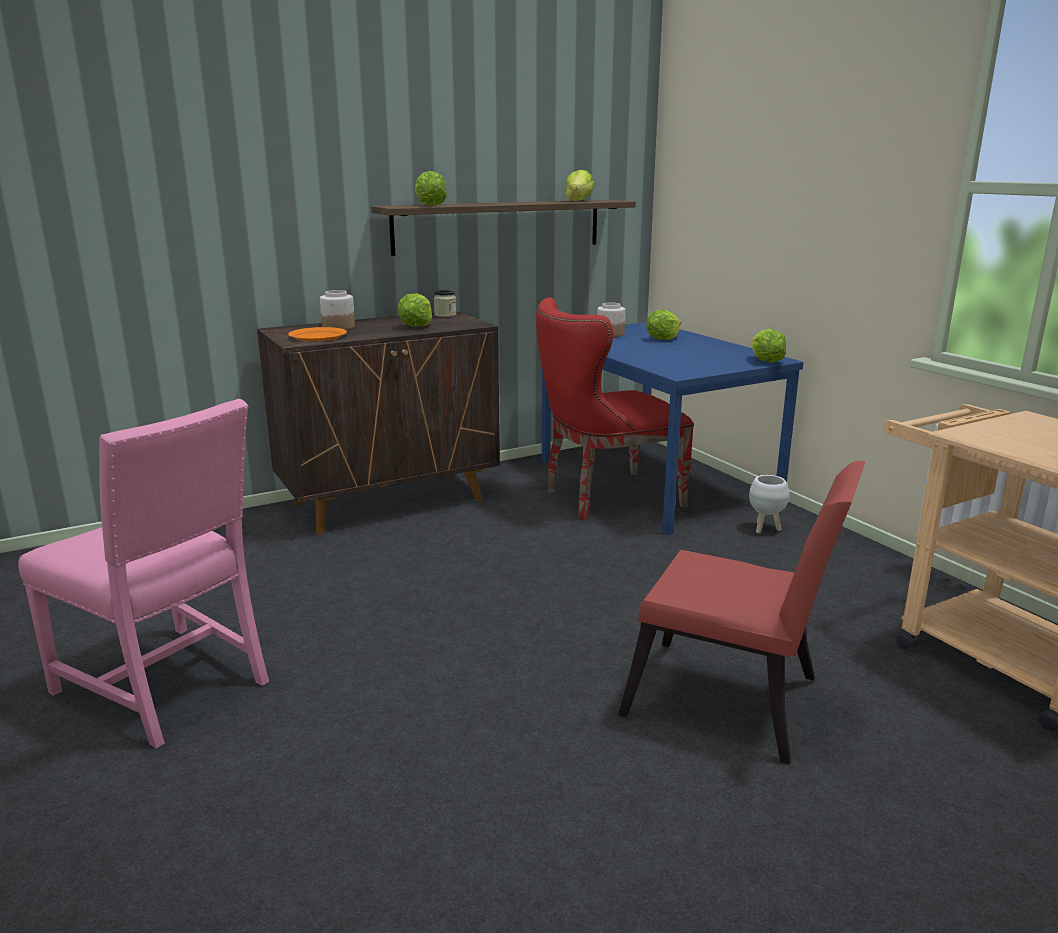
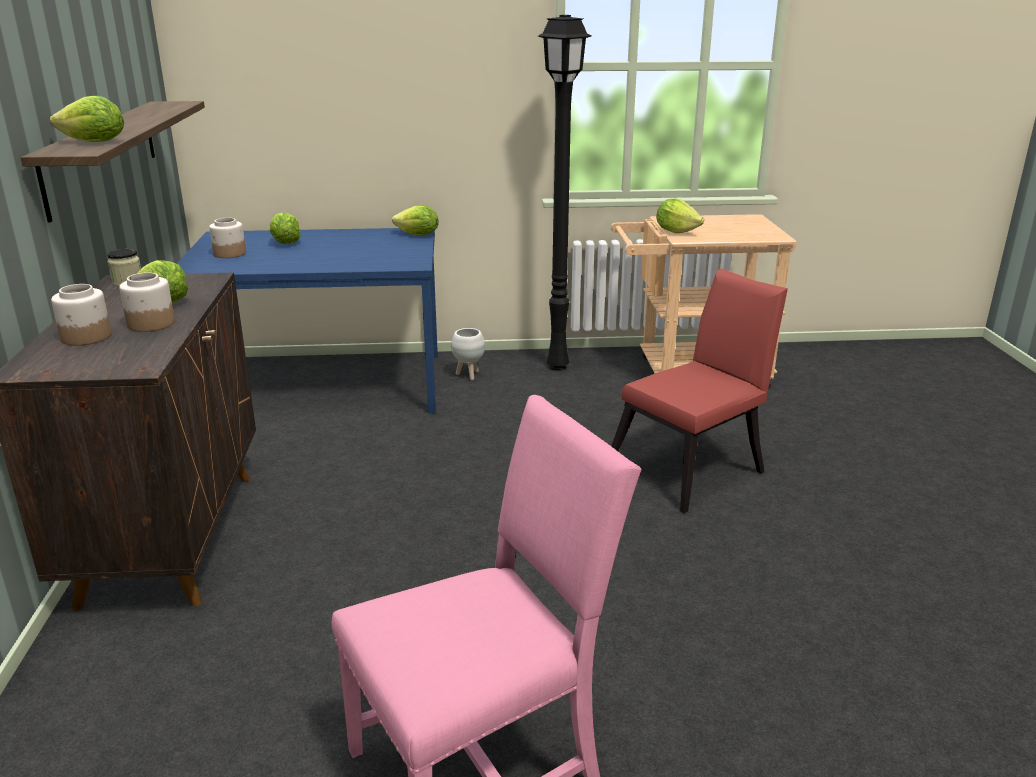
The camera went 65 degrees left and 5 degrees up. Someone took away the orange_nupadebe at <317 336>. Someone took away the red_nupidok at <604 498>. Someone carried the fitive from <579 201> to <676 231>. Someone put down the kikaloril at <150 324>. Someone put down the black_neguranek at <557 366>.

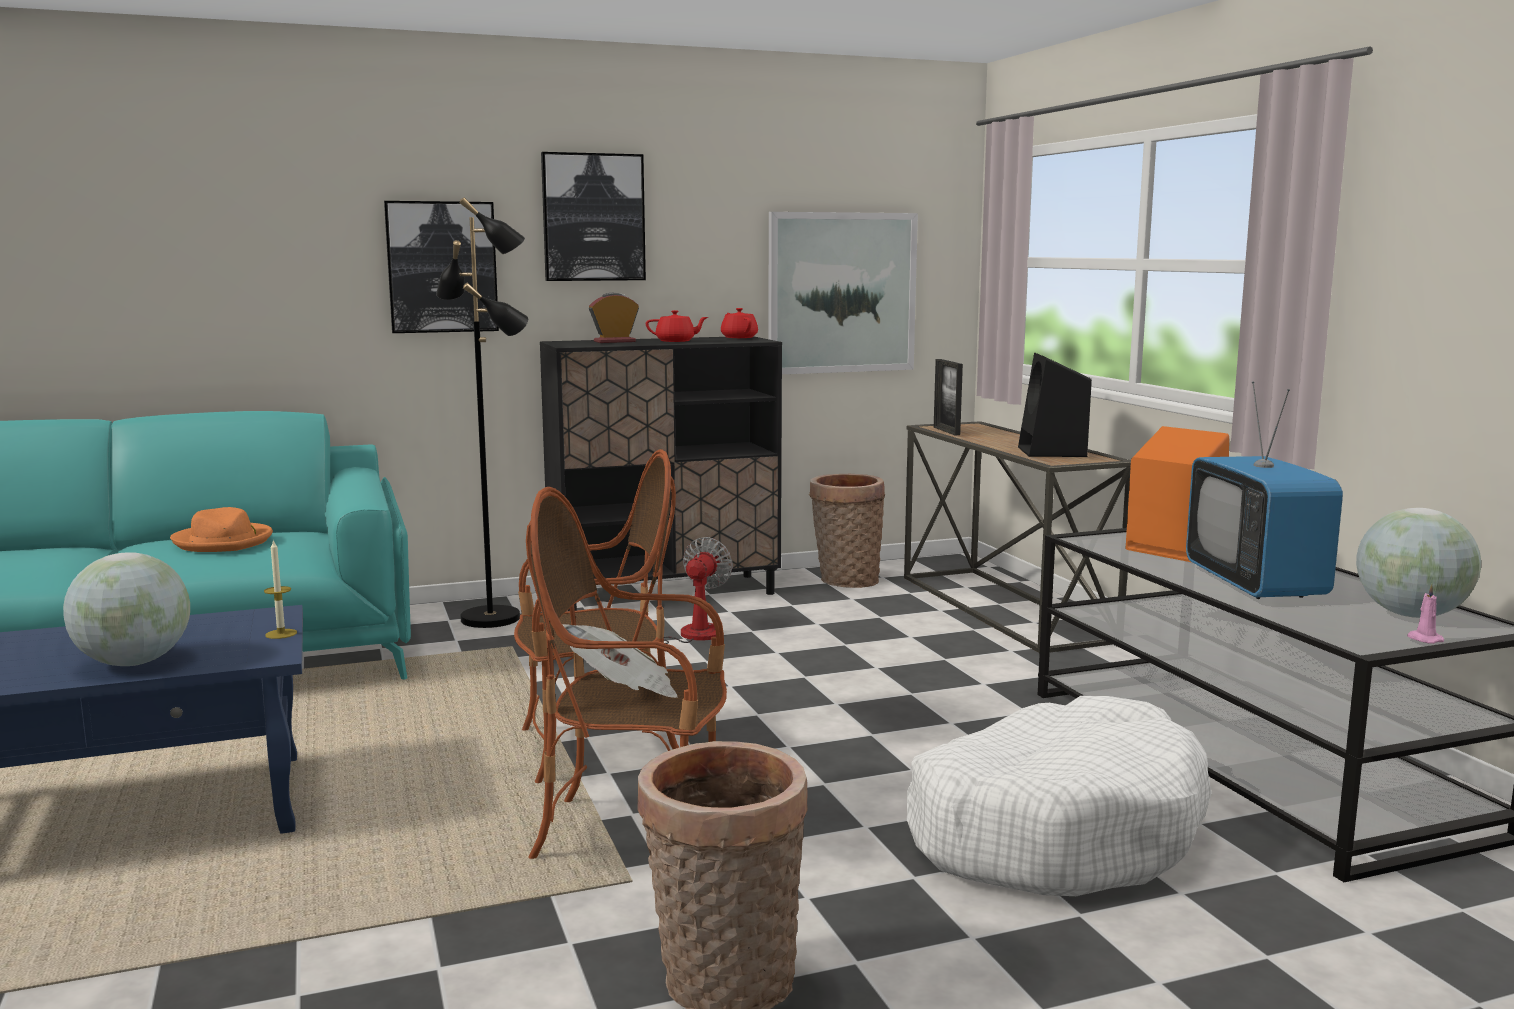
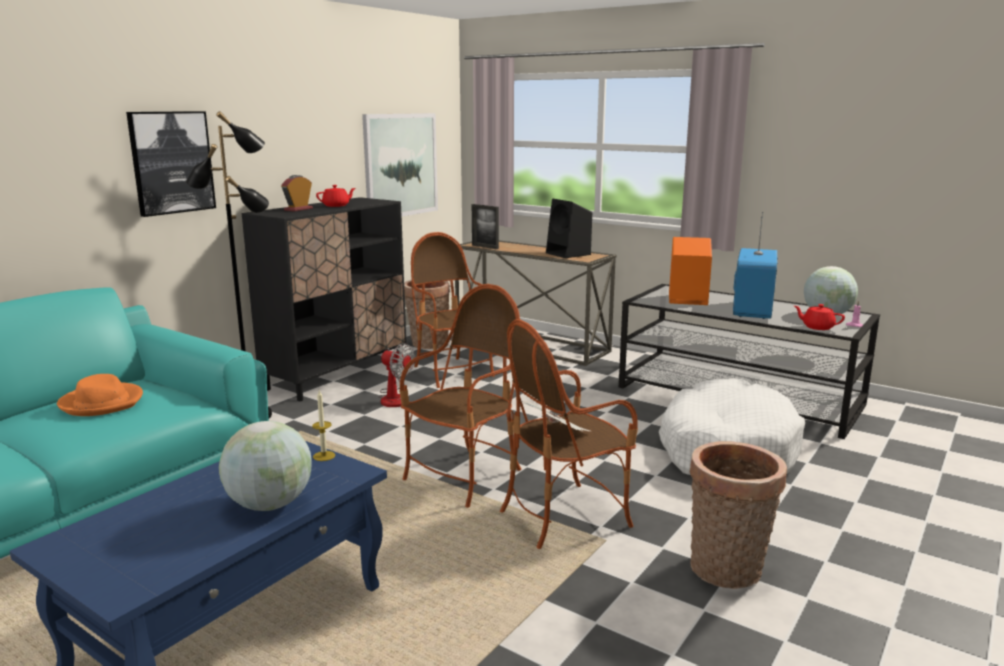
The camera went 35 degrees left and 5 degrees up. Someone took away the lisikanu at <593 217>. Someone rotated the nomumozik at <685 635> by 135 degrees clockwise. Someone carried the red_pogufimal from <739 337> to <817 327>. Someone rotated the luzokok at <1255 584> by 120 degrees counterclockwise. Someone put down the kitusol at <452 372>.

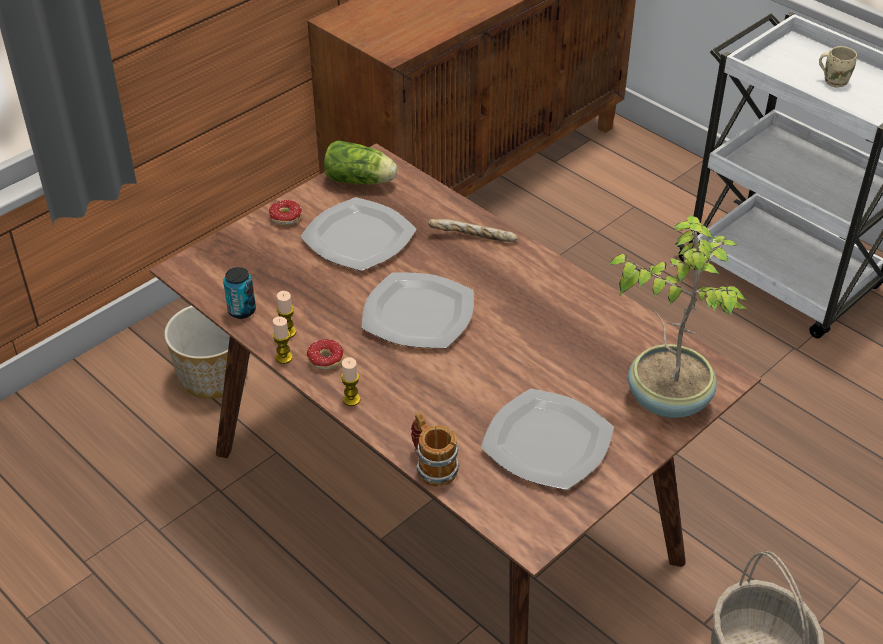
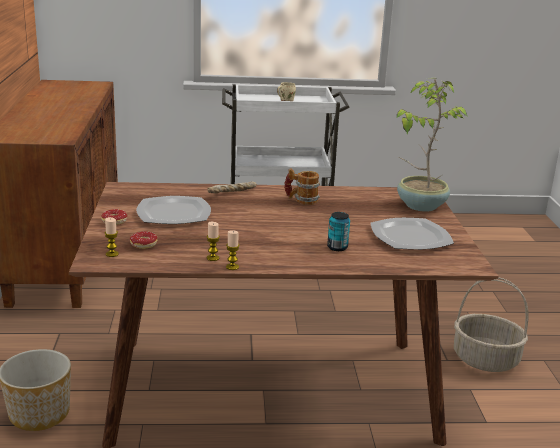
The camera went 50 degrees left and 20 degrees down. Someone carried the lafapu from <242 310> to <337 247>. Someone carried the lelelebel from <320 363> to <143 247>. Someone took away the fitive at <361 181>. Someone carried the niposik from <351 399> to <112 254>. Someone took away the nupadebe at <419 315>. Someone carried the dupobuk from <432 465> to <301 200>.

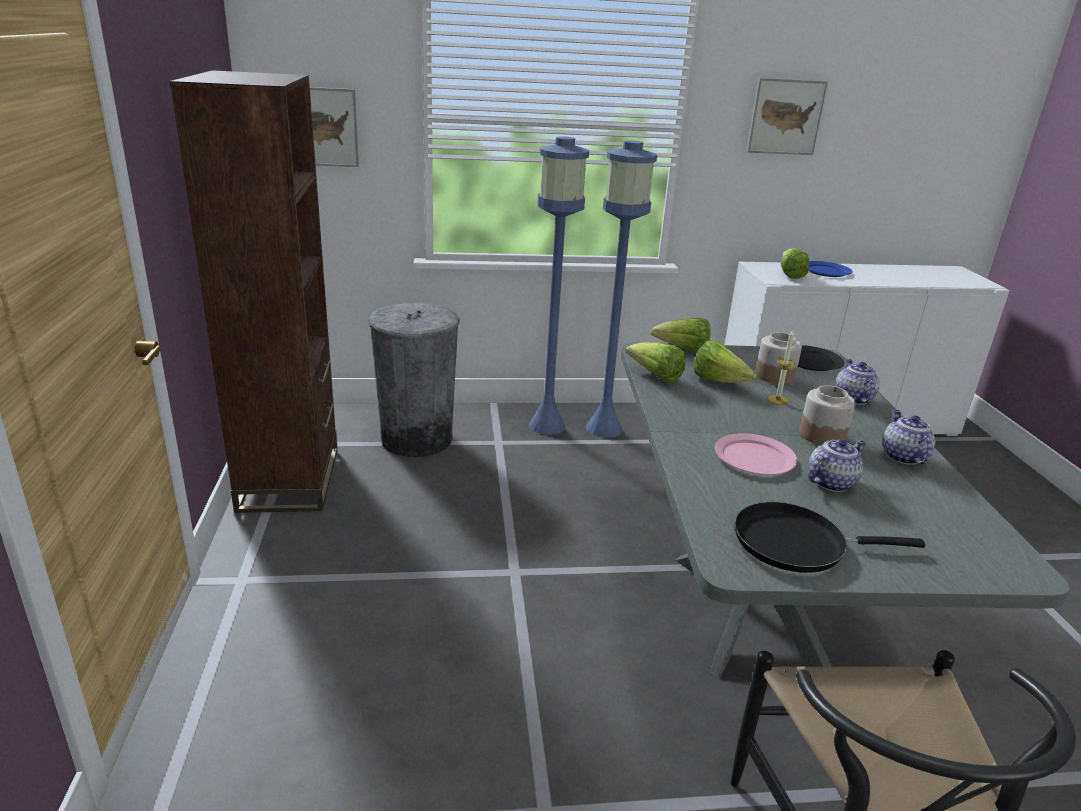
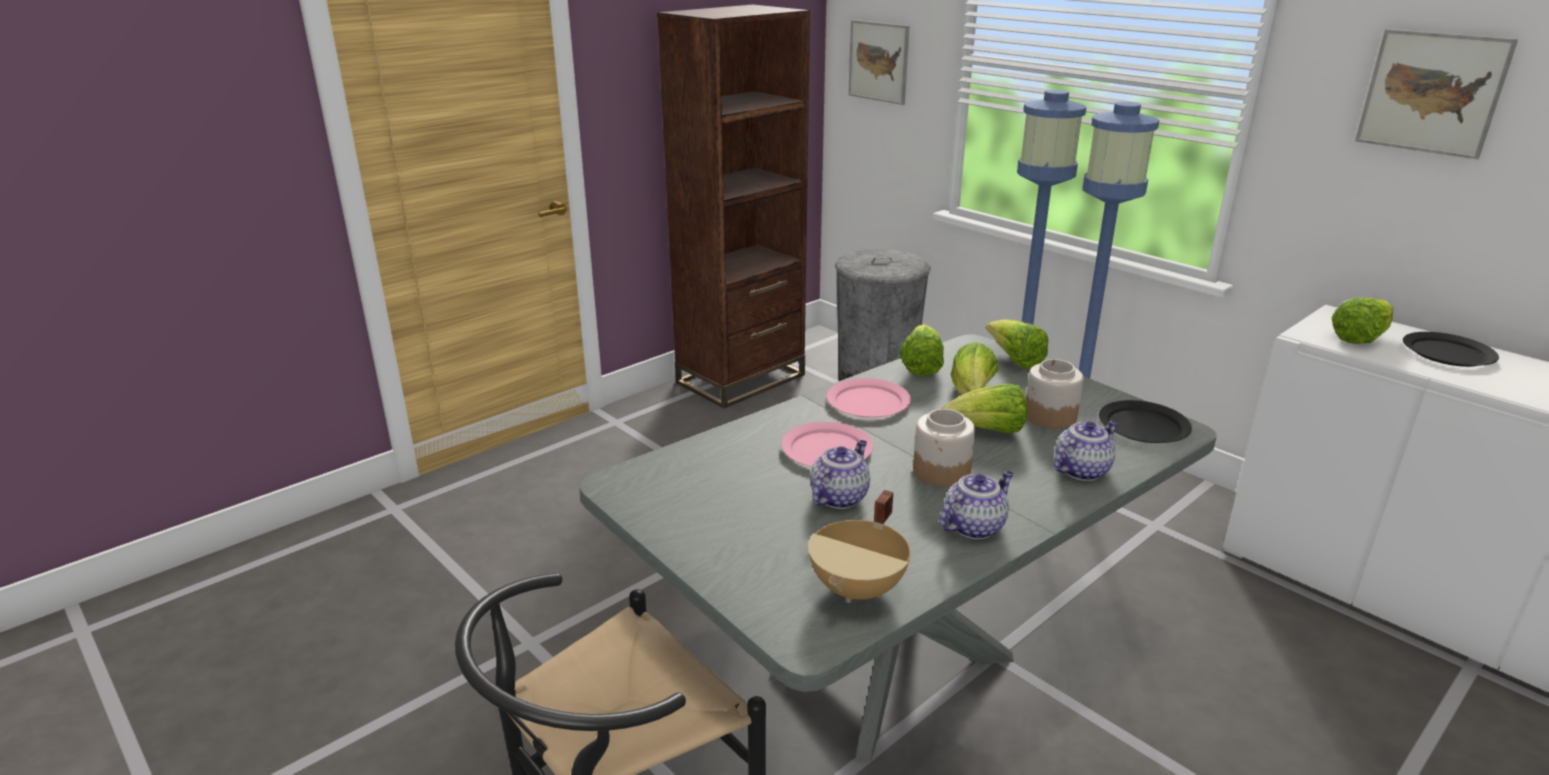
The camera went 55 degrees right and 0 degrees up. Someone took away the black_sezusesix at <797 543>. Someone swapped the niposik at <777 400> for the fitive at <987 431>. Someone repainted the blue_nupadebe at <826 271>, which became the black_nupadebe at <1448 353>. Someone rotated the pogufimal at <831 482> by 75 degrees counterclockwise. Someone put down the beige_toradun at <859 589>. Someone put down the pink_nupadebe at <867 402>.

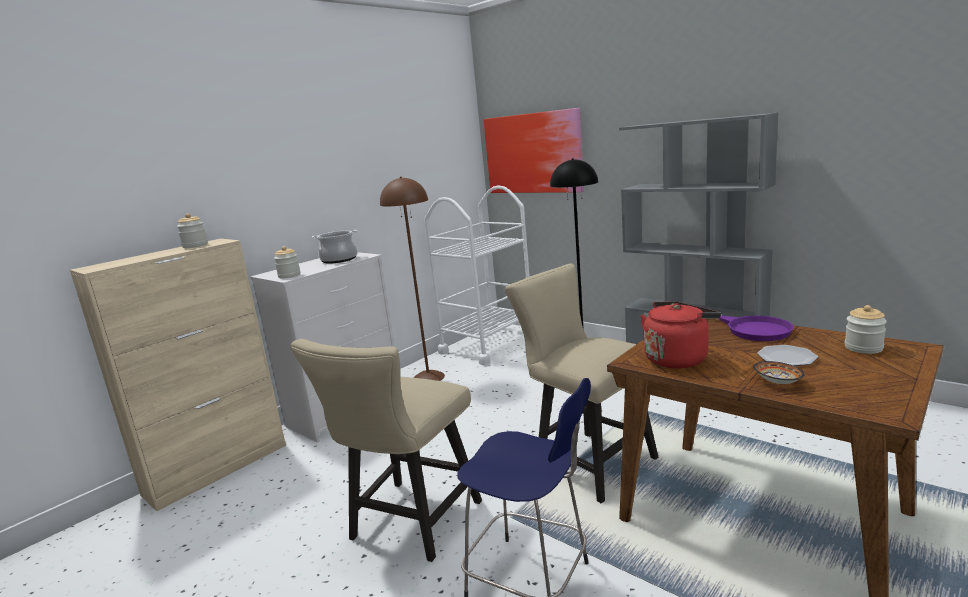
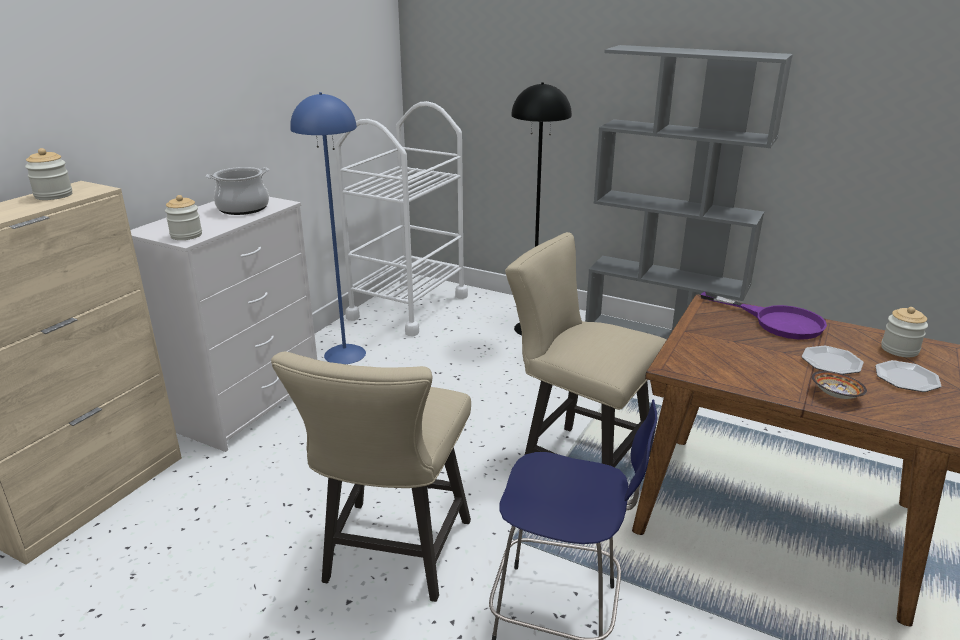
The camera went 15 degrees left and 10 degrees up. Someone repainted the brown_neguranek at <429 377>, which became the blue_neguranek at <345 354>. Someone took away the lisikanu at <533 153>. Someone took away the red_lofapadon at <678 358>. Someone put down the nupadebe at <906 378>.

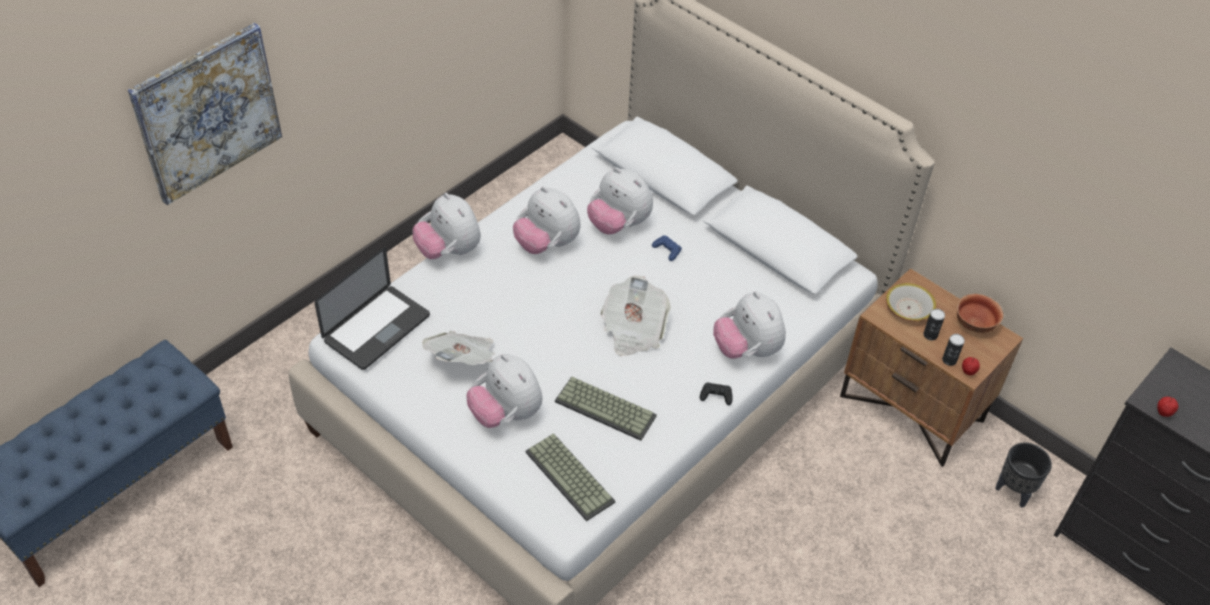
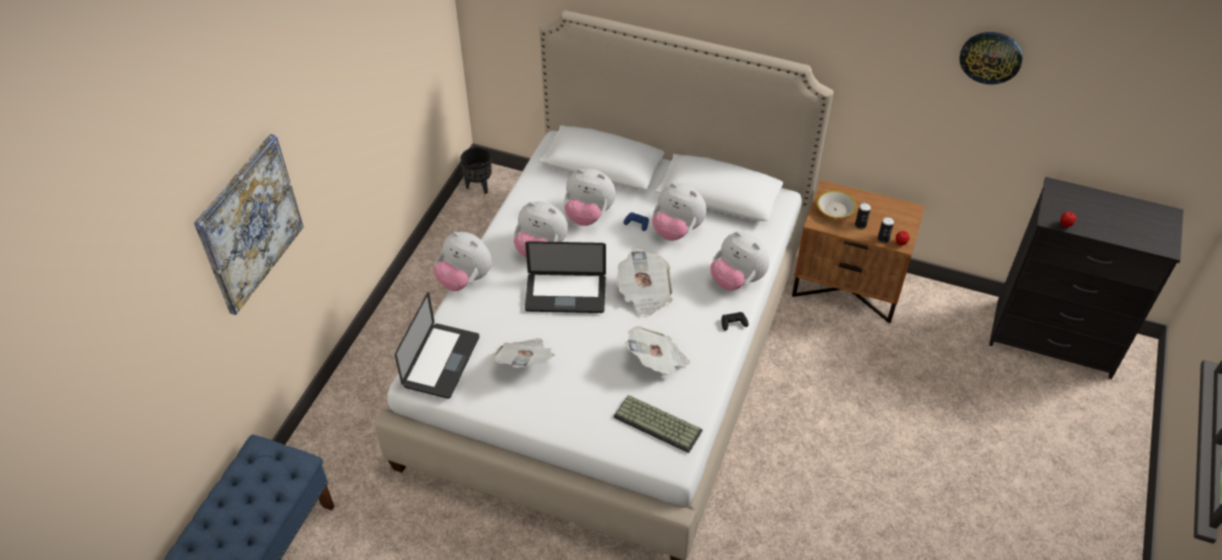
The camera went 20 degrees left and 0 degrees up. Someone carried the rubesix from <506 413> to <677 230>. Someone swapped the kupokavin at <607 408> for the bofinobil at <657 361>. Someone took away the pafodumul at <974 324>. Someone carried the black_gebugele from <1014 491> to <479 186>. Someone put down the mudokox at <565 294>. Someone put up the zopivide at <991 57>.

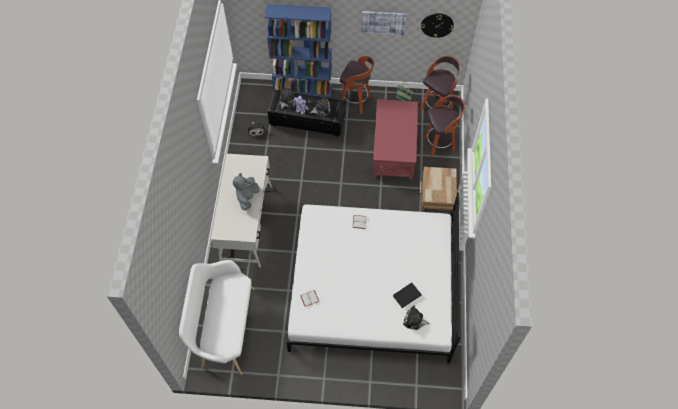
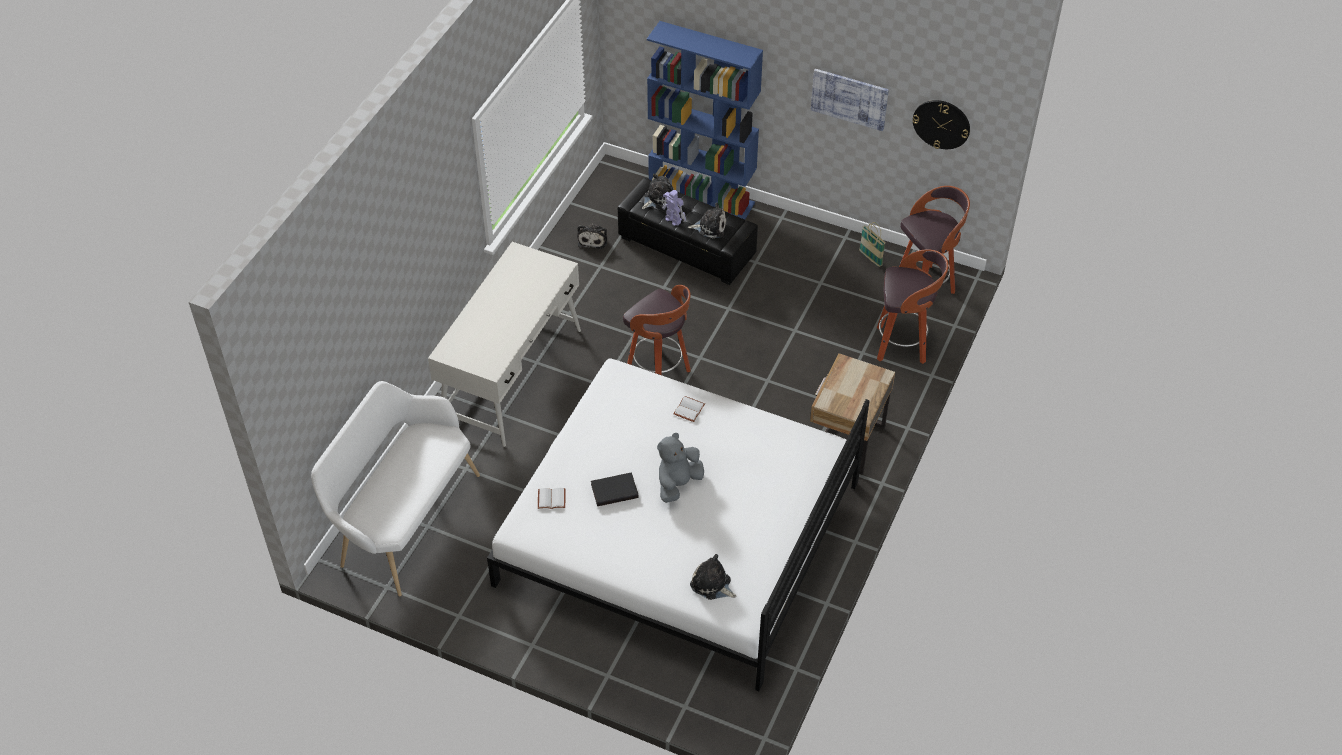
The camera went 20 degrees right and 10 degrees down. Someone carried the grey_rubesix from <247 197> to <678 483>. Someone carried the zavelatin from <356 102> to <659 372>. Someone took away the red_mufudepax at <394 149>. Someone carried the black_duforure from <406 295> to <614 490>.

